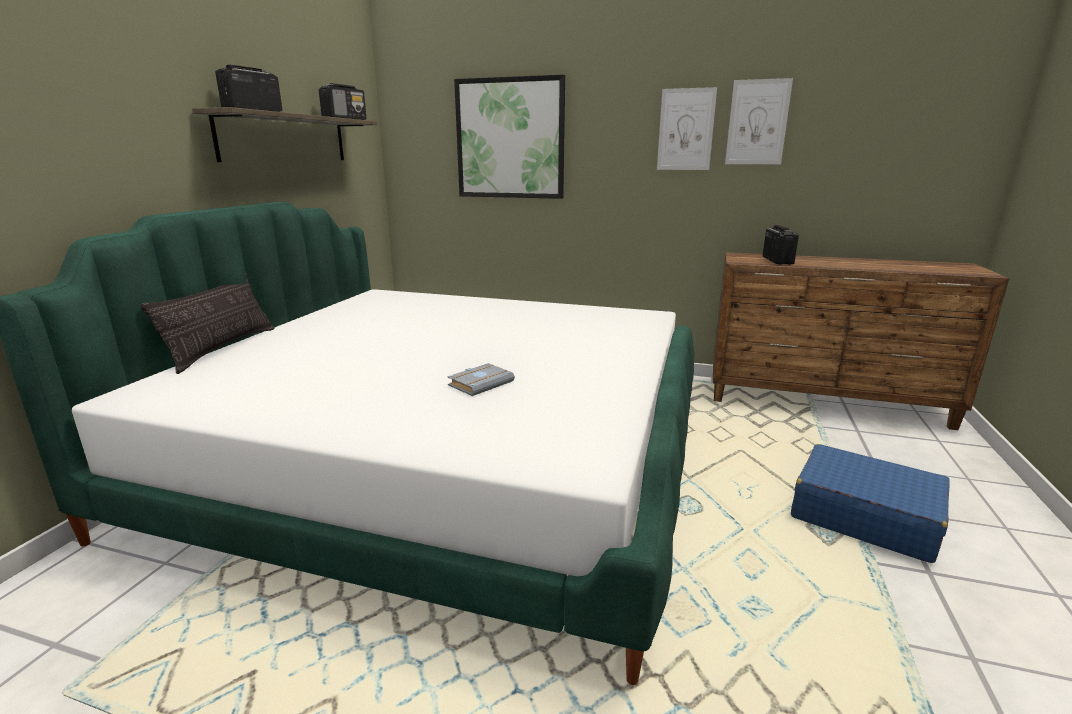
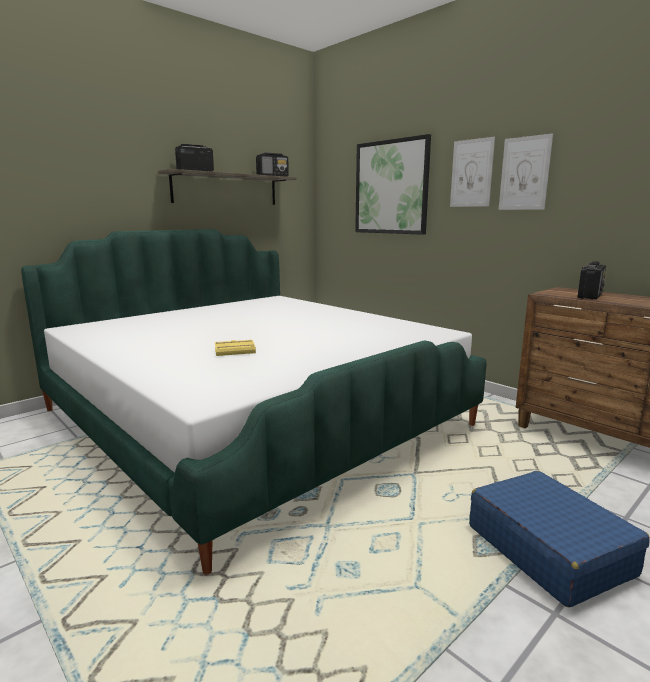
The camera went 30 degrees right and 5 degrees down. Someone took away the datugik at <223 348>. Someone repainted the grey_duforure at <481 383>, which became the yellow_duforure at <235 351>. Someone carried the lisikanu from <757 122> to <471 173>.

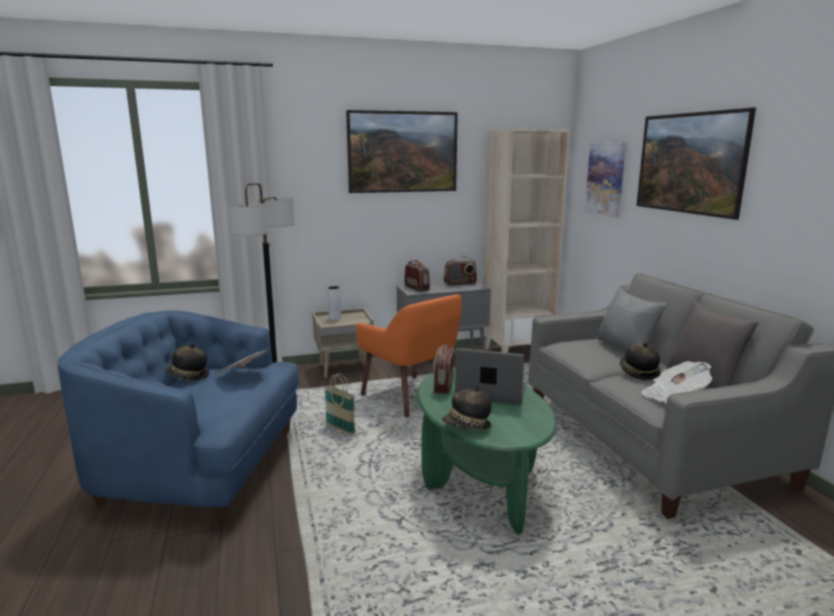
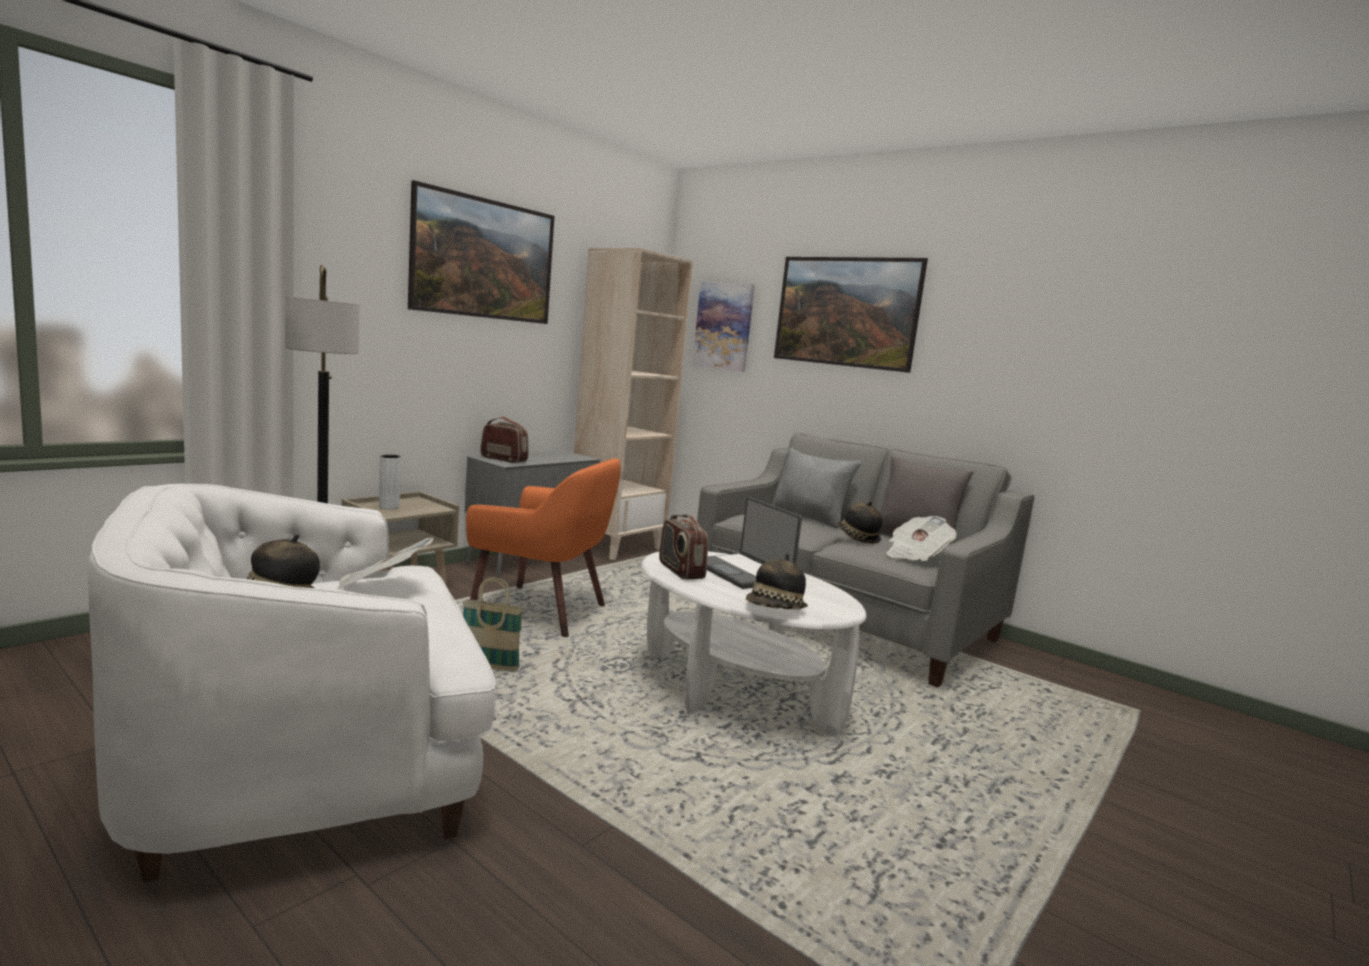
The camera went 35 degrees left and 5 degrees down. Someone repainted the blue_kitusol at <201 468>, which became the white_kitusol at <309 767>. Someone repainted the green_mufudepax at <480 480>, which became the white_mufudepax at <734 691>. Someone took away the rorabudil at <460 283>. Someone rotated the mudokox at <490 392> by 105 degrees counterclockwise.

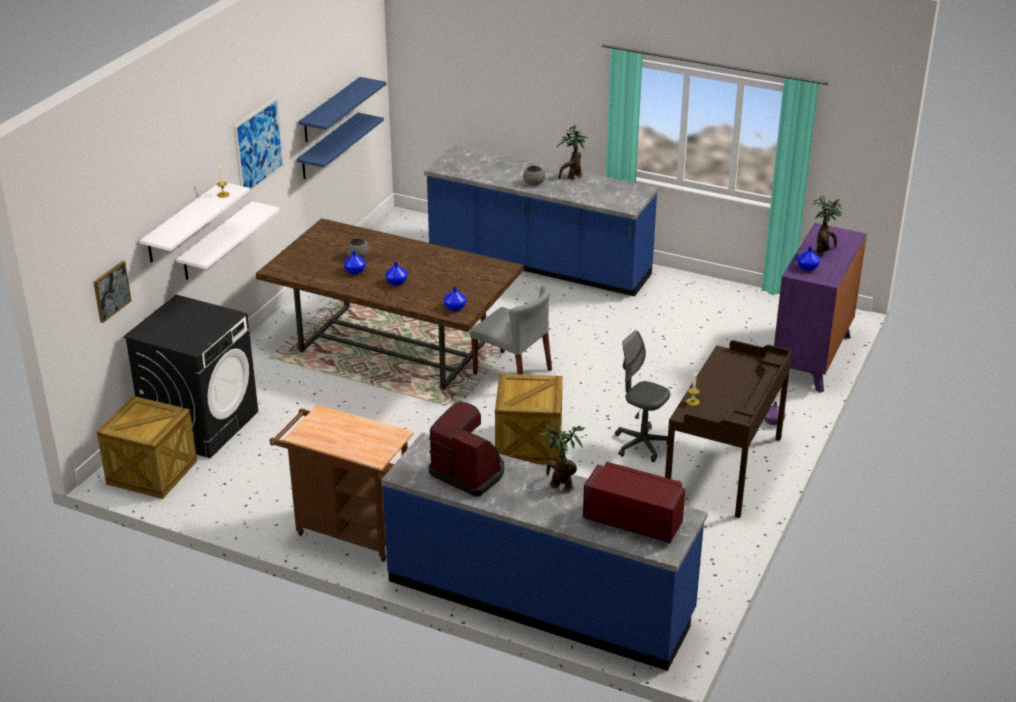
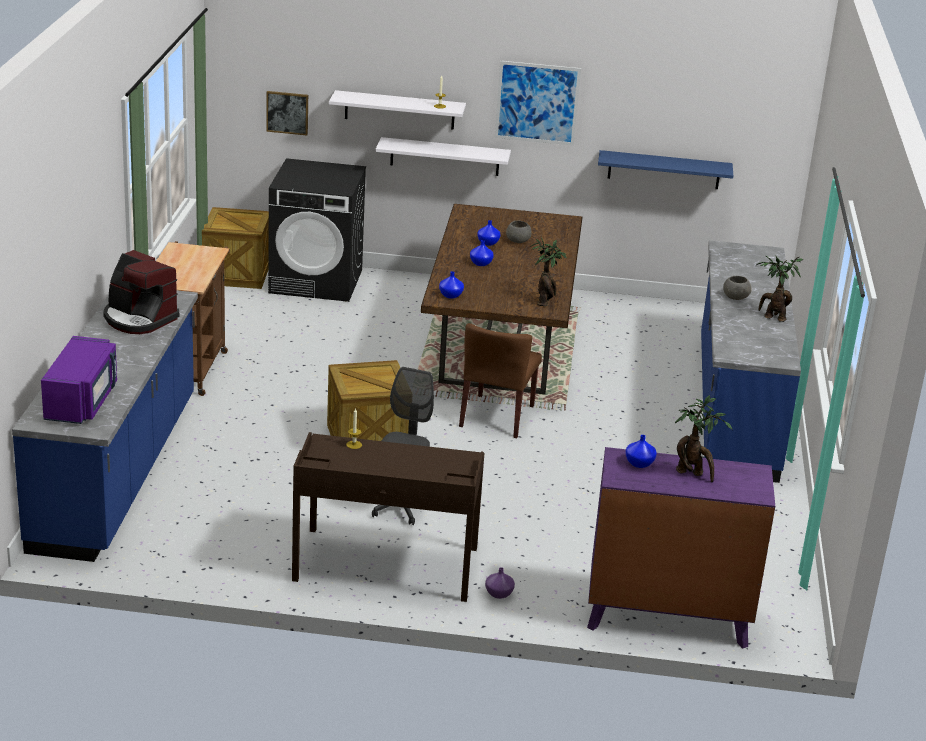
The camera went 70 degrees right and 5 degrees down. Someone took away the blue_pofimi at <331 110>. Someone rotated the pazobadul at <469 472> by 105 degrees clockwise. Someone repainted the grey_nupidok at <513 372>, which became the brown_nupidok at <497 416>. Someone carried the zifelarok from <559 485> to <545 301>. Someone repainted the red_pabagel at <633 520>, which became the purple_pabagel at <82 402>.

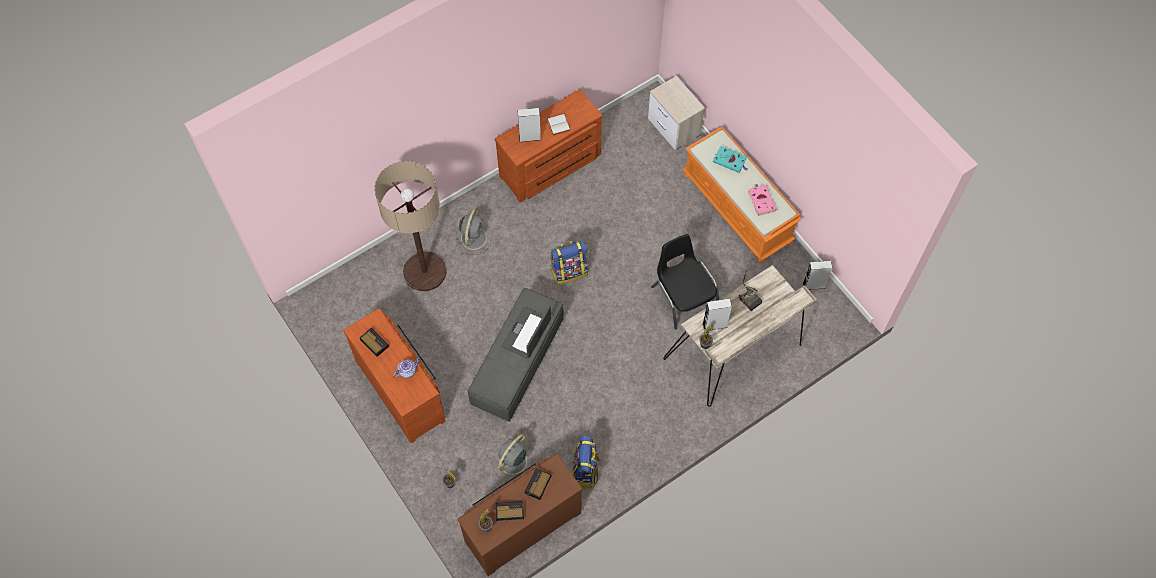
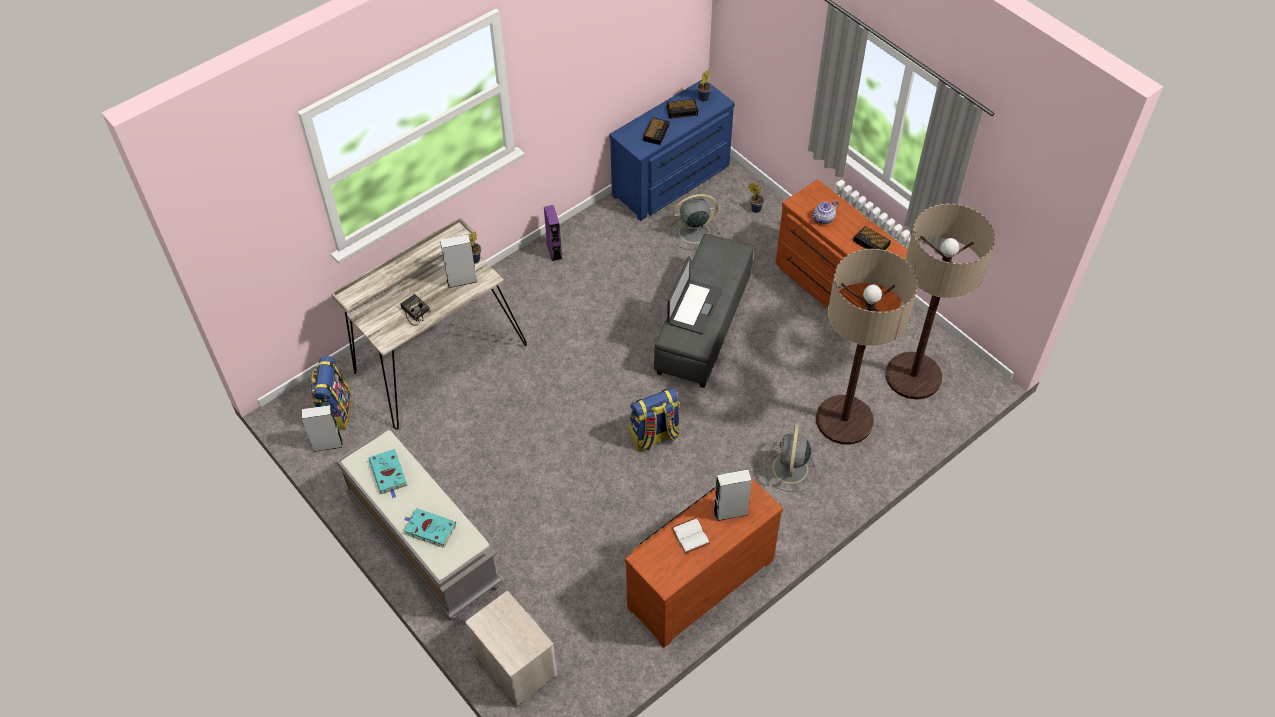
The camera went 175 degrees right and 10 degrees down. Someone repainted the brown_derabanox at <521 525>, which became the blue_derabanox at <673 181>. Someone rotated the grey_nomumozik at <512 462> by 135 degrees counterclockwise. Someone carried the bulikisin from <585 471> to <335 411>. Someone took away the black_nupidok at <684 296>. Someone repainted the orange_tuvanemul at <738 208>, which became the grey_tuvanemul at <421 541>. Someone repainted the pink_duforure at <761 200>, which became the turquoise_duforure at <389 474>. Someone put down the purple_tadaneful at <554 251>. Someone put down the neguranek at <913 376>.

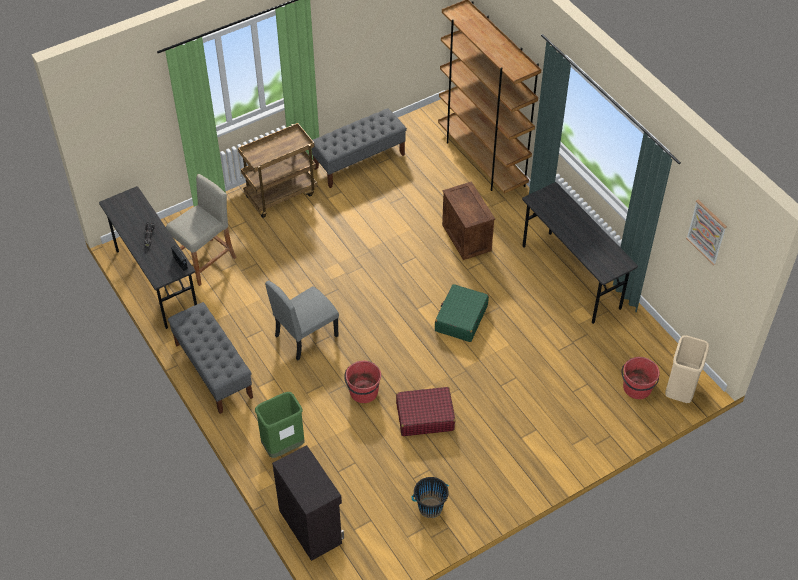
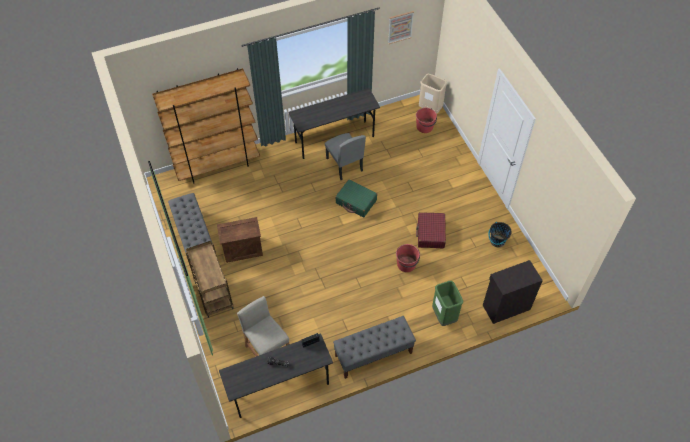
The camera went 80 degrees left and 5 degrees up. Someone carried the grey_nupidok from <306 335> to <344 164>. Someone carried the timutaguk from <467 238> to <243 249>.

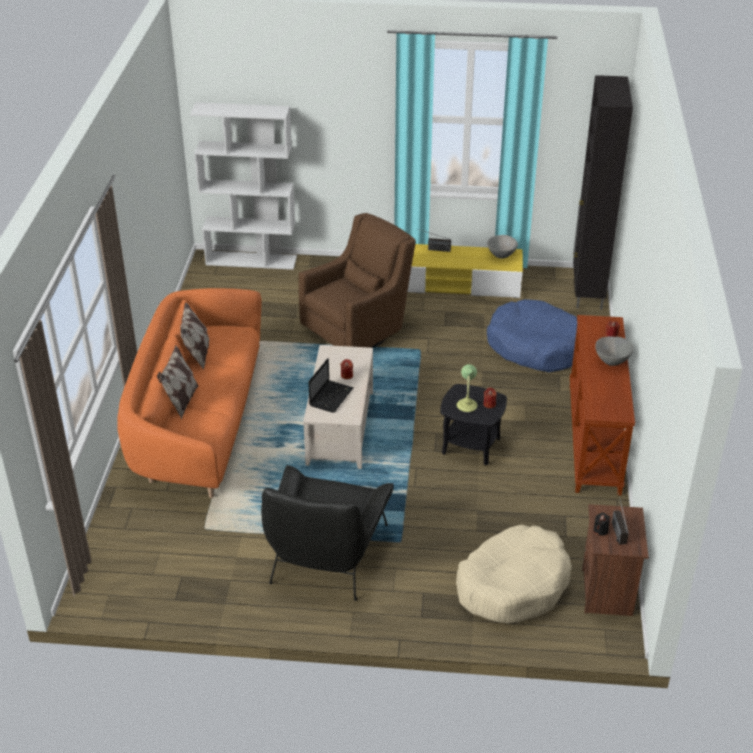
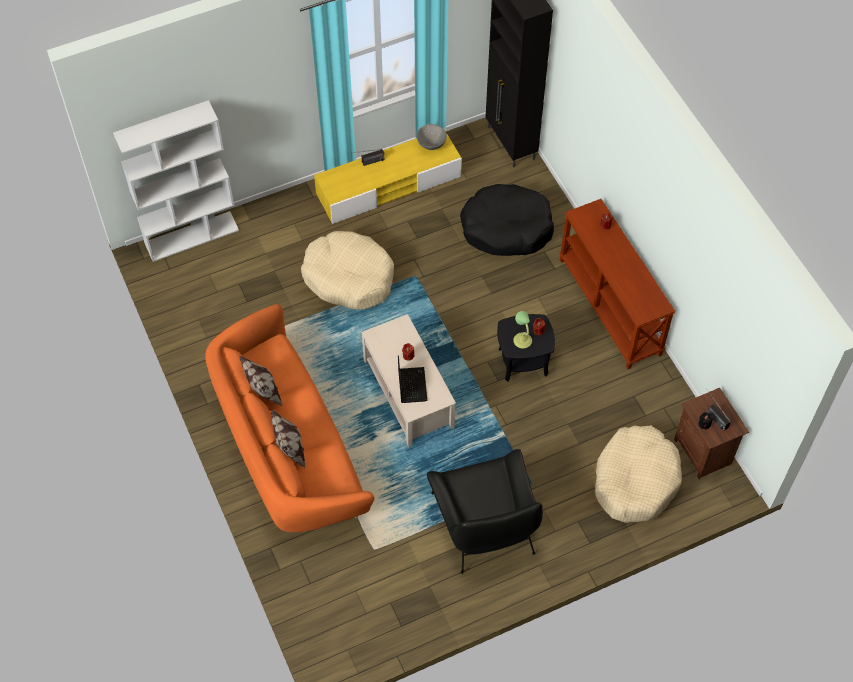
The camera went 30 degrees left and 20 degrees up. Someone swapped the brown_kitusol at <359 330> for the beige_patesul at <349 277>. Someone repainted the blue_patesul at <535 346>, which became the black_patesul at <506 228>. Someone took away the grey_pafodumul at <612 361>.

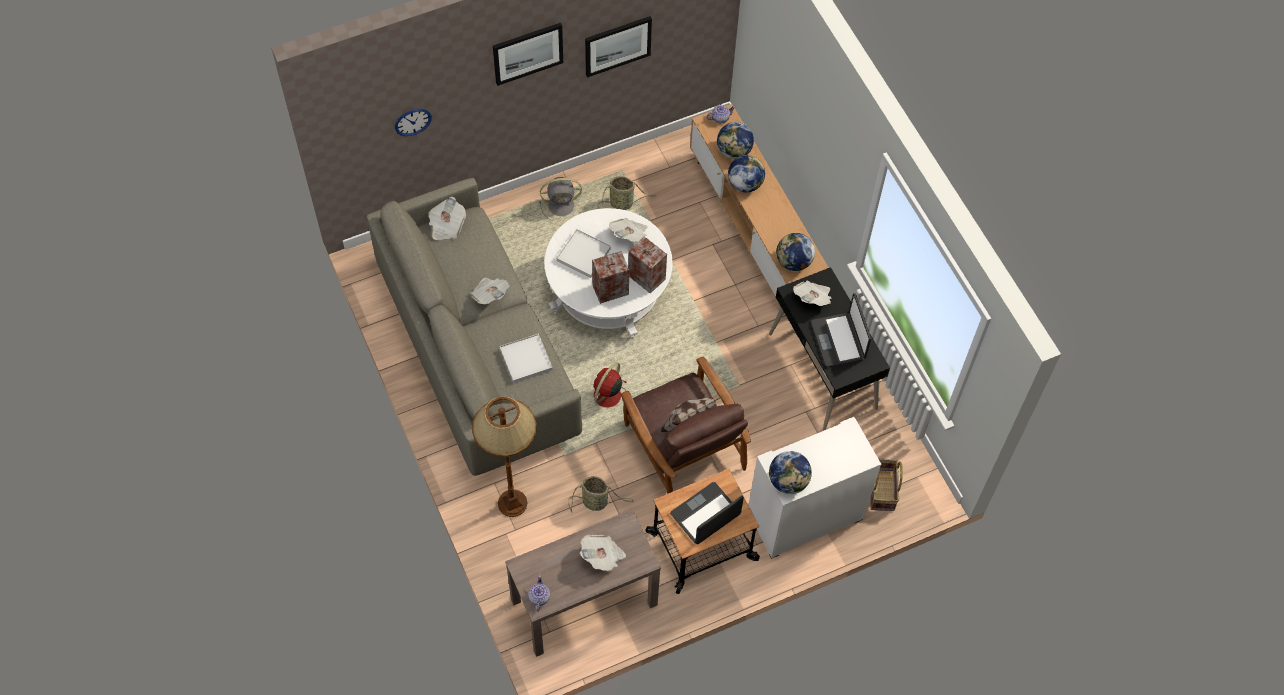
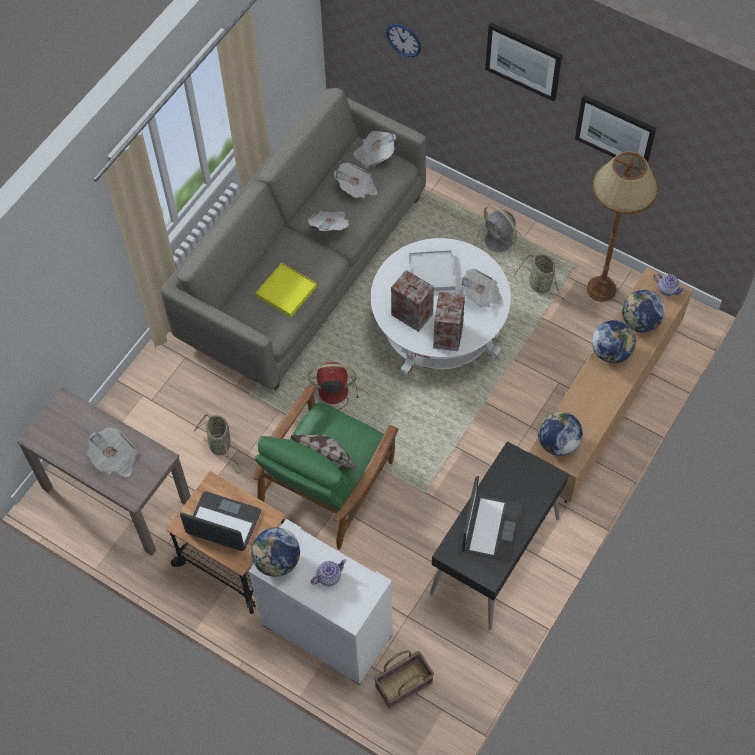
The camera went 60 degrees right and 0 degrees up. Someone carried the brown_neguranek from <512 503> to <601 289>. Someone repainted the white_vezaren at <526 359>, which became the yellow_vezaren at <286 291>. Someone carried the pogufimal from <539 597> to <328 576>. Someone repainted the brown_kitusol at <683 445>, which became the green_kitusol at <327 482>. Someone carried the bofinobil from <813 298> to <356 188>. Someone rotated the mudokox at <839 340> by 150 degrees clockwise.

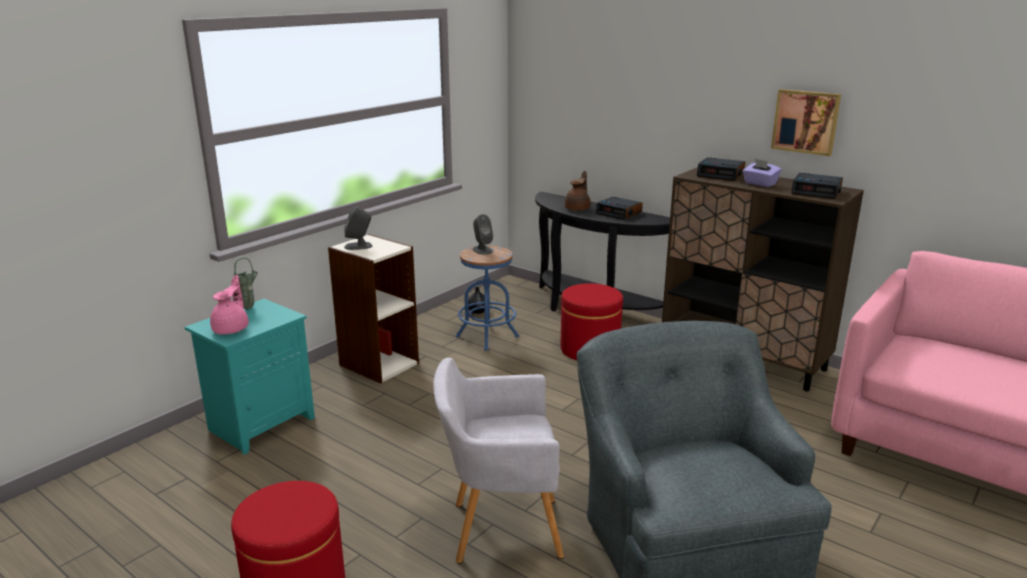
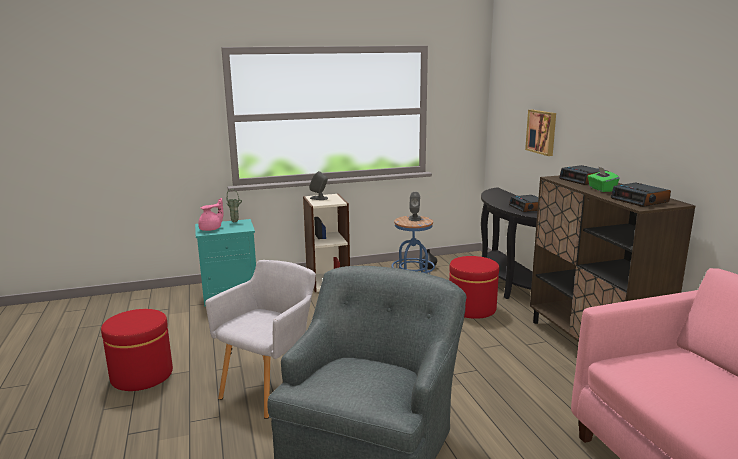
The camera went 35 degrees right and 5 degrees down. Someone rotated the grey_kitusol at <500 529> by 90 degrees clockwise. Someone took away the brown_pogufimal at <578 209>. Someone repainted the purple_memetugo at <759 184>, which became the green_memetugo at <601 189>. Someone carried the lisikanu from <806 121> to <542 132>.

